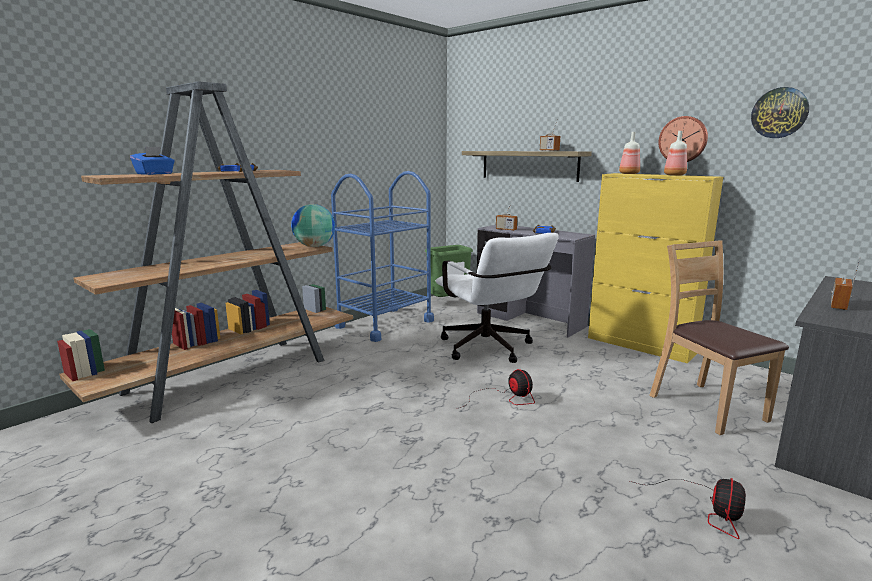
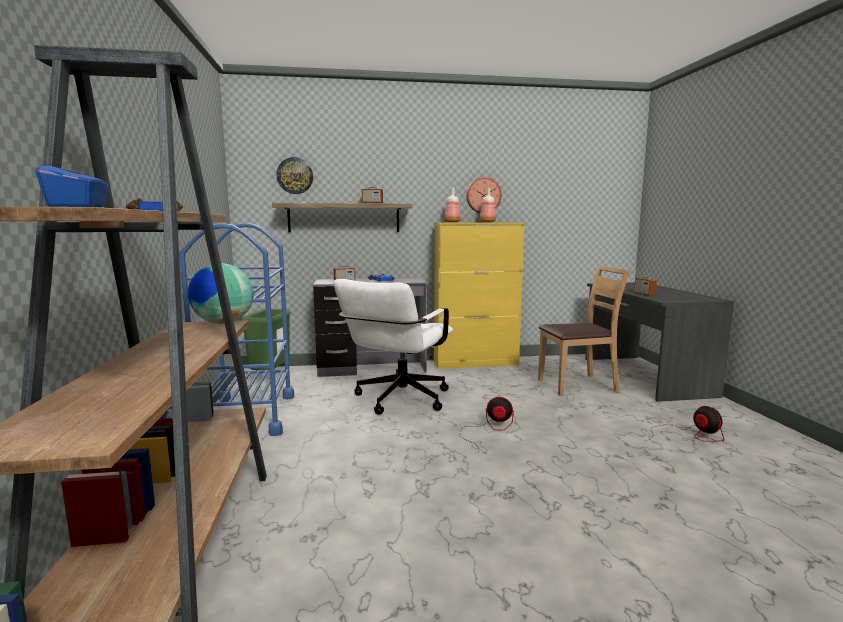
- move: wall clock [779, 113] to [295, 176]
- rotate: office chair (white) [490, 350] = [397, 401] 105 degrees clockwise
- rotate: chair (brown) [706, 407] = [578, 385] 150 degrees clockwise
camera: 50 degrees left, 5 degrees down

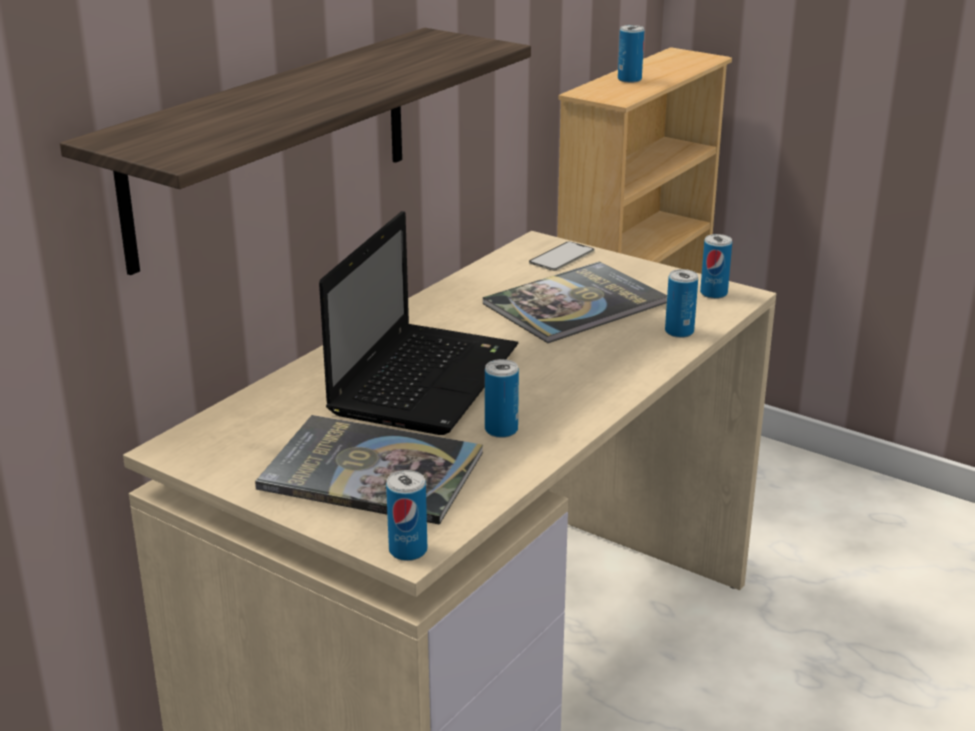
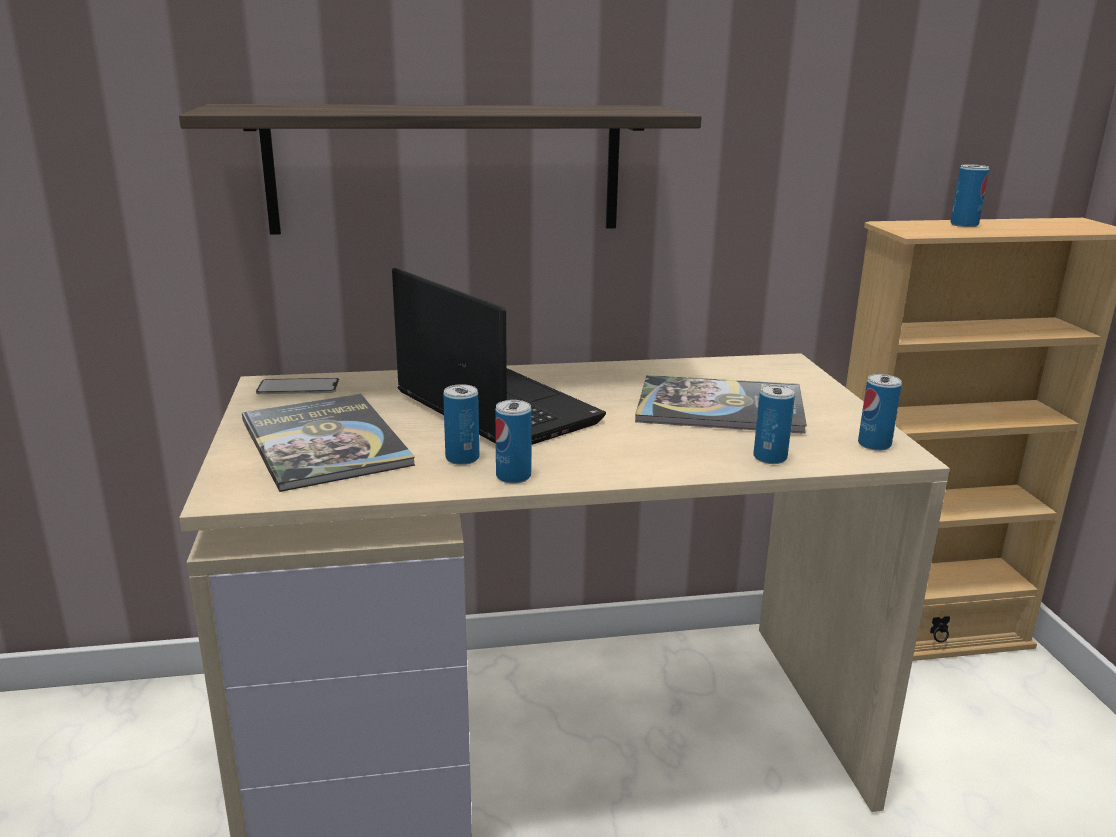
- move: can [408, 550] to [513, 476]
- move: phone [562, 257] to [298, 387]
- rotate: laptop [425, 379] = [493, 408] 105 degrees counterclockwise
camera: 45 degrees right, 5 degrees down

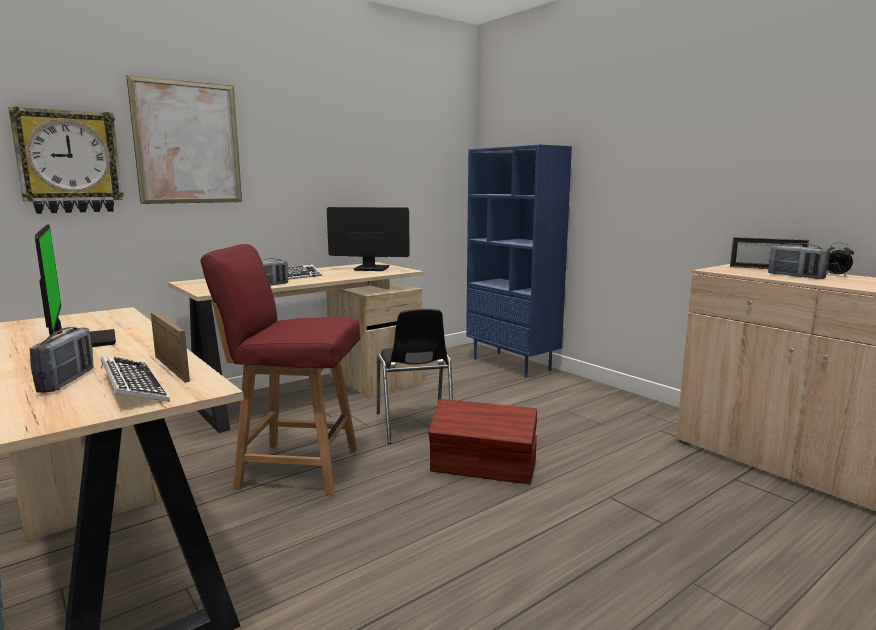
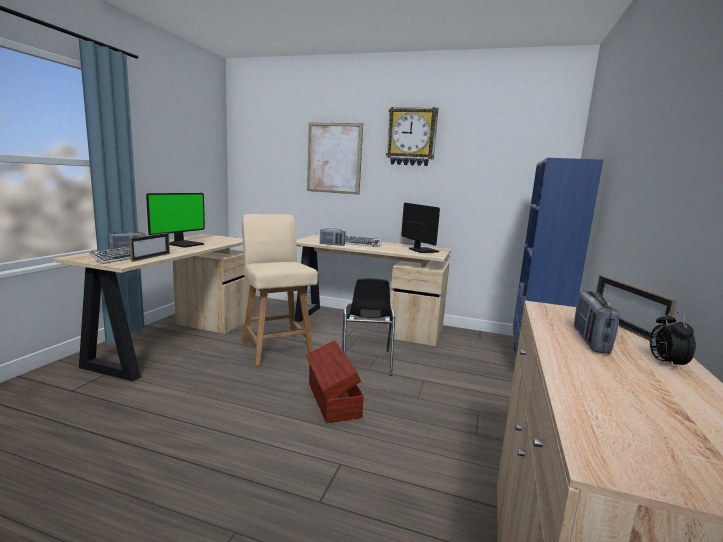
- move: wall clock [69, 162] to [411, 137]
- recolor: chair (red) [296, 468] to chair (beige) [276, 348]
- rotate: chair (black) [414, 425] = [365, 362] 45 degrees counterclockwise
camera: 55 degrees right, 0 degrees up

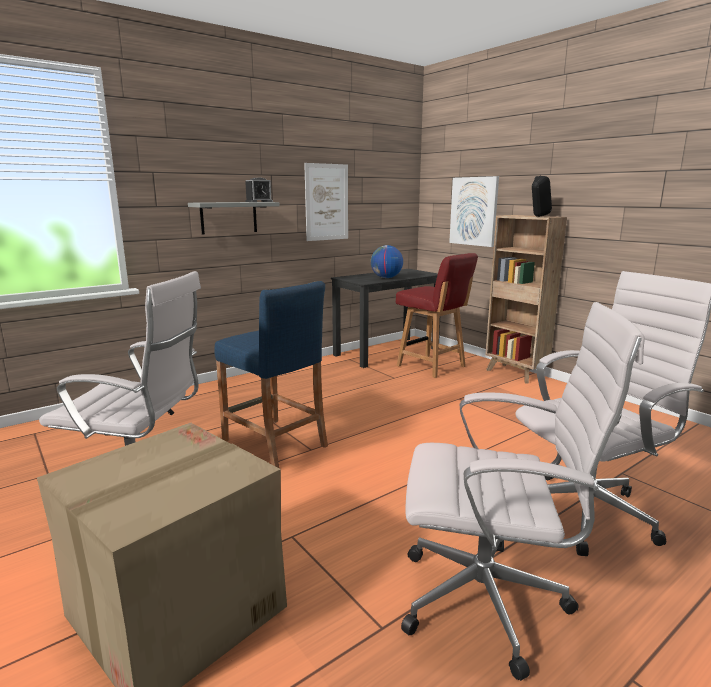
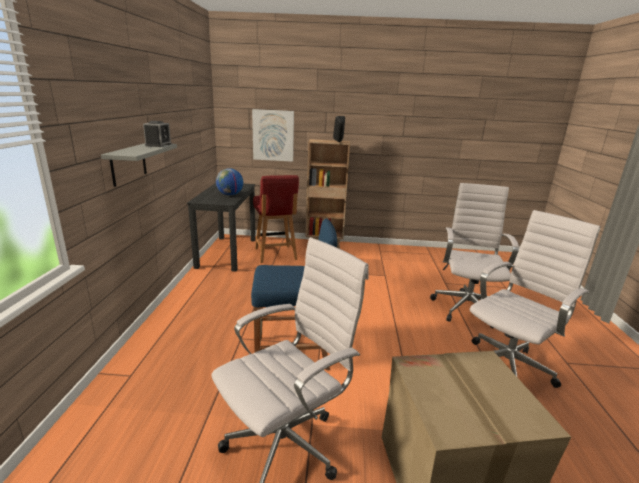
- delete: picture [327, 202]
- rotate: chair (red) [432, 366] = [275, 254] 75 degrees clockwise
camera: 50 degrees left, 5 degrees up

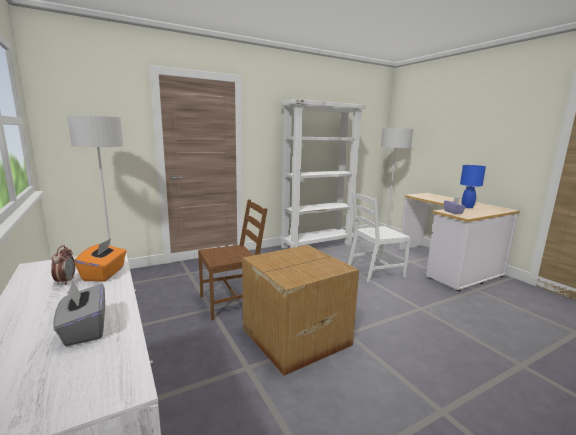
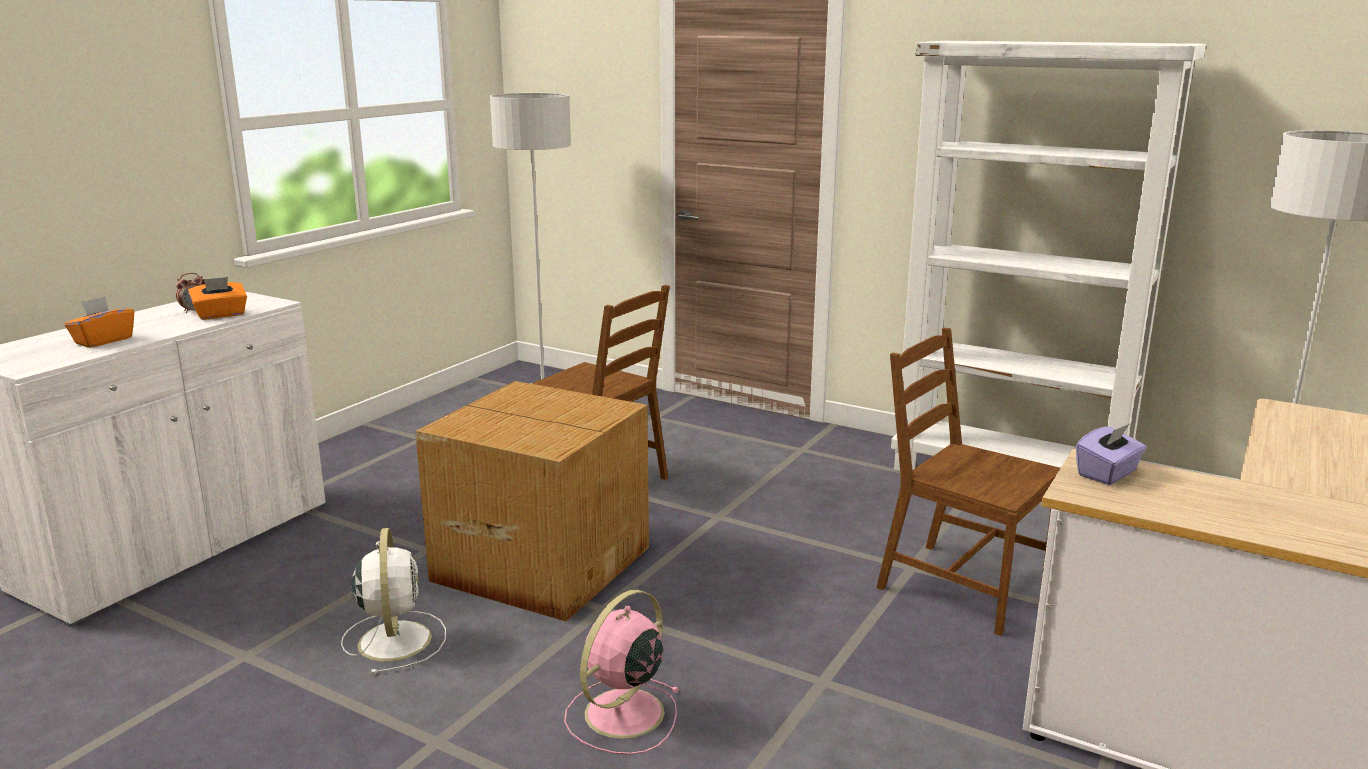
- delete: table lamp (blue) [467, 207]
- insert: fan (white) [395, 639]
- insert: fan (pink) [622, 715]
- recolor: tissue box (grey) [84, 329] to tissue box (orange) [103, 341]
- recolor: chair (white) [374, 272] to chair (brown) [960, 586]
camera: 60 degrees right, 5 degrees up

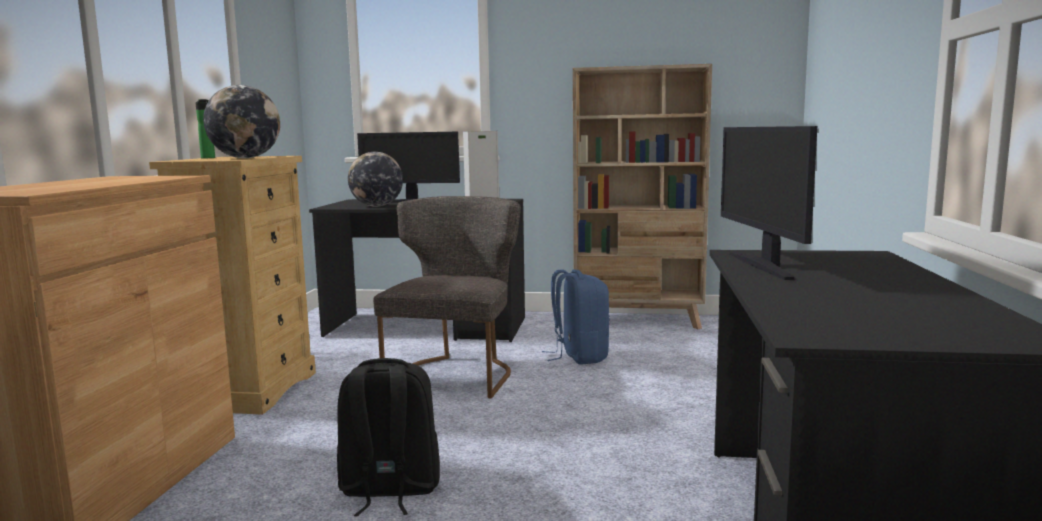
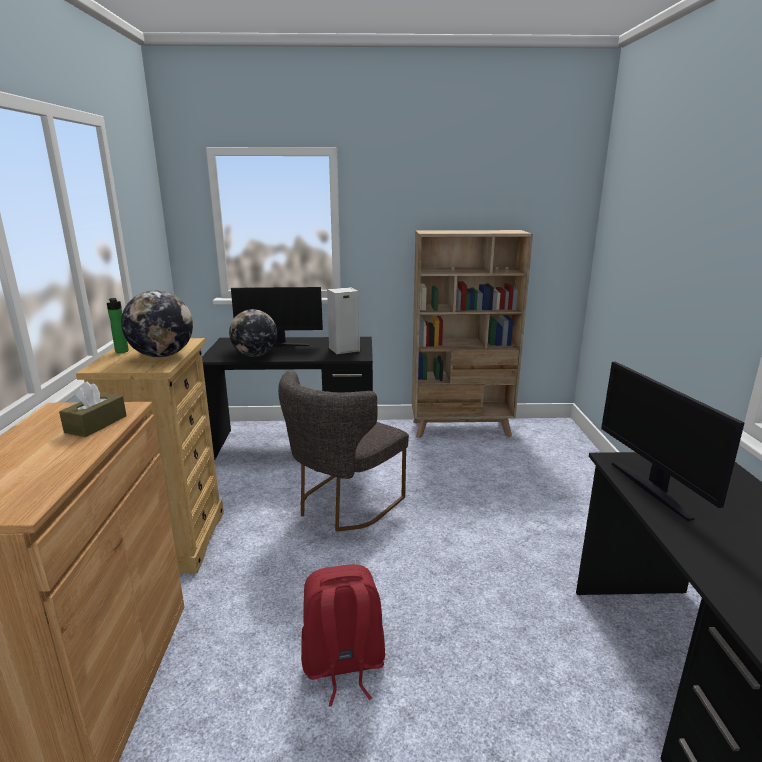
- delete: backpack (blue) [579, 356]
- insert: tissue box (brown) [96, 424]
- recolor: backpack (black) [389, 490] to backpack (red) [343, 665]
- rotate: chair (grey) [456, 373] = [343, 505] 150 degrees counterclockwise
camera: 10 degrees left, 10 degrees up

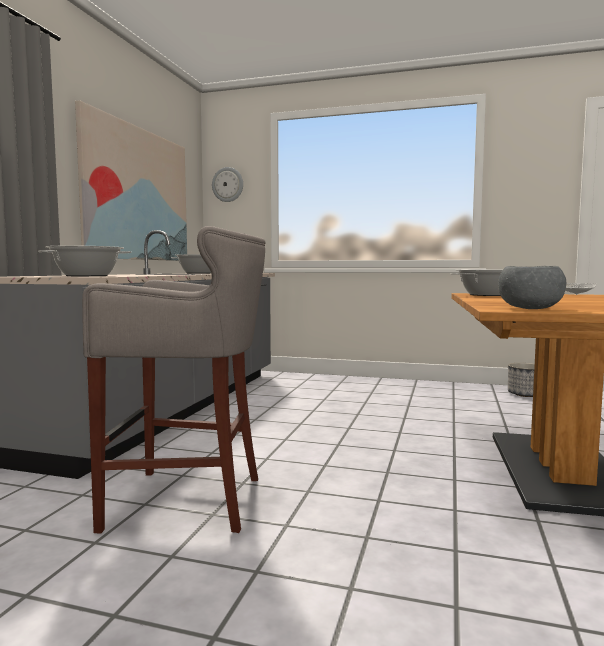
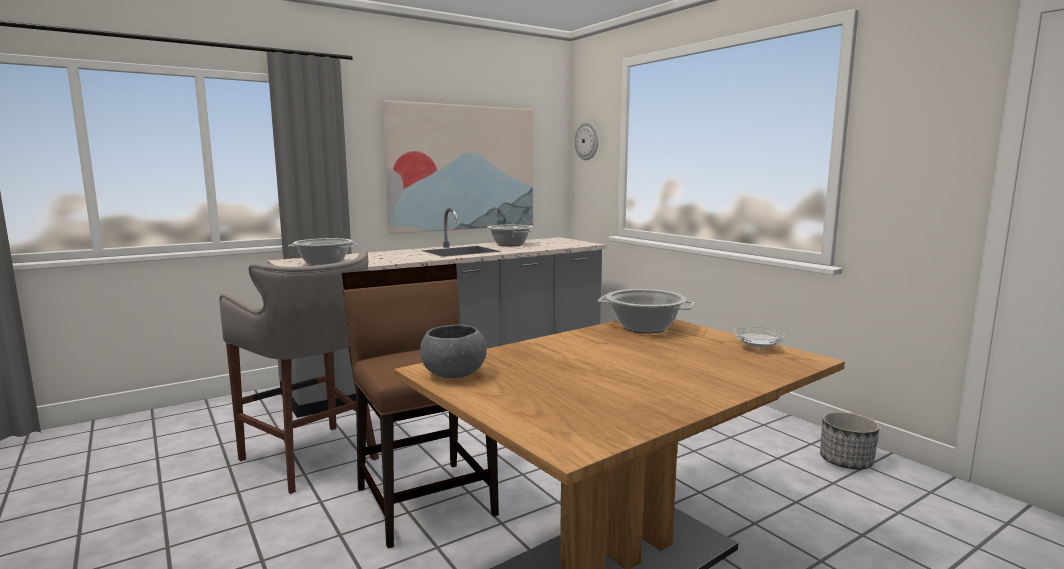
- insert: chair (brown) [426, 500]
camera: 40 degrees right, 5 degrees up

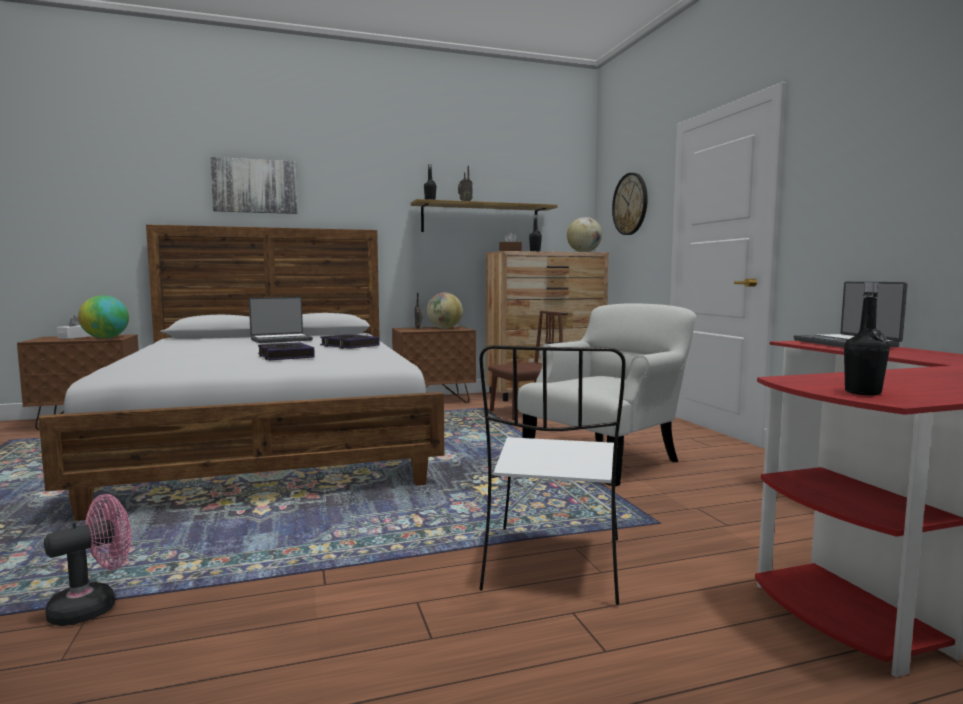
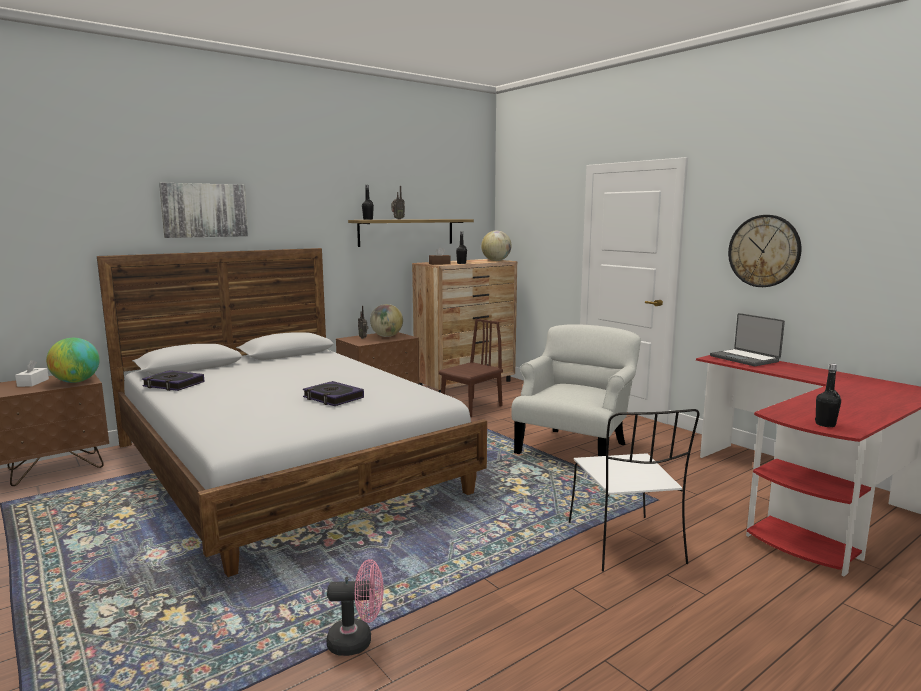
- delete: laptop [281, 340]
- move: book [349, 346] to [173, 384]
- move: wall clock [630, 204] to [764, 251]
- rotate: fan (pink) [94, 606] = [357, 641] 60 degrees clockwise
camera: 20 degrees left, 5 degrees up

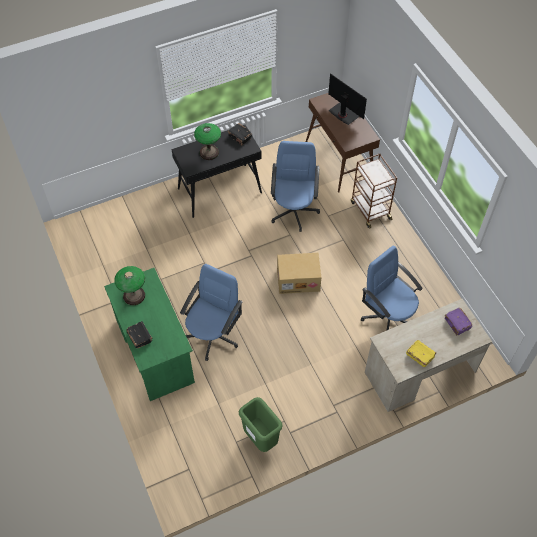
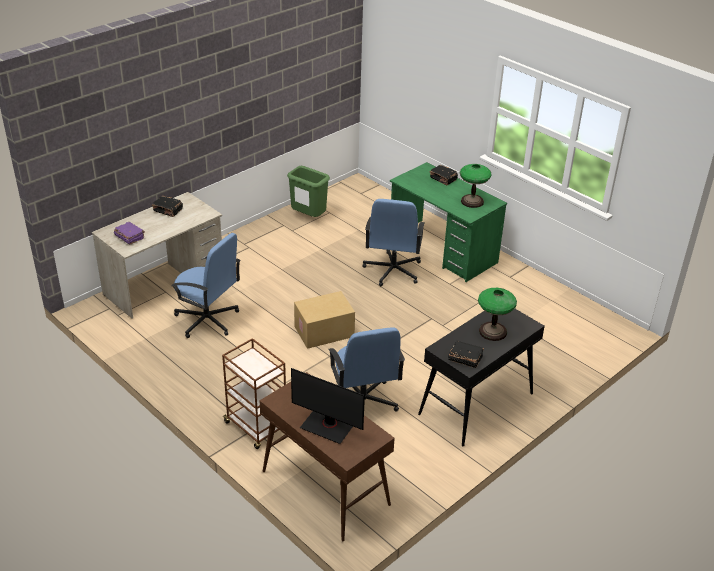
- recolor: book (yellow) [419, 355] to book (black) [168, 210]
camera: 160 degrees right, 20 degrees down

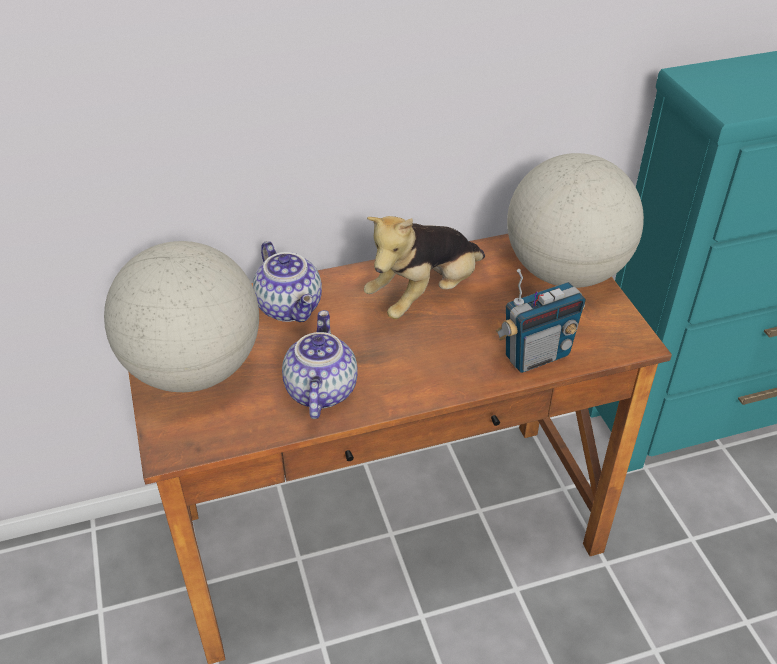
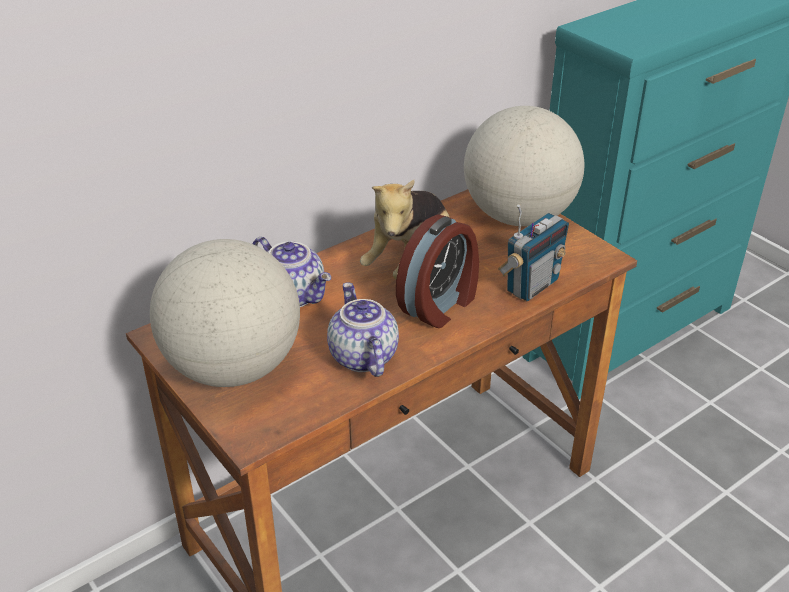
- insert: alarm clock [440, 305]
camera: 20 degrees left, 5 degrees down

